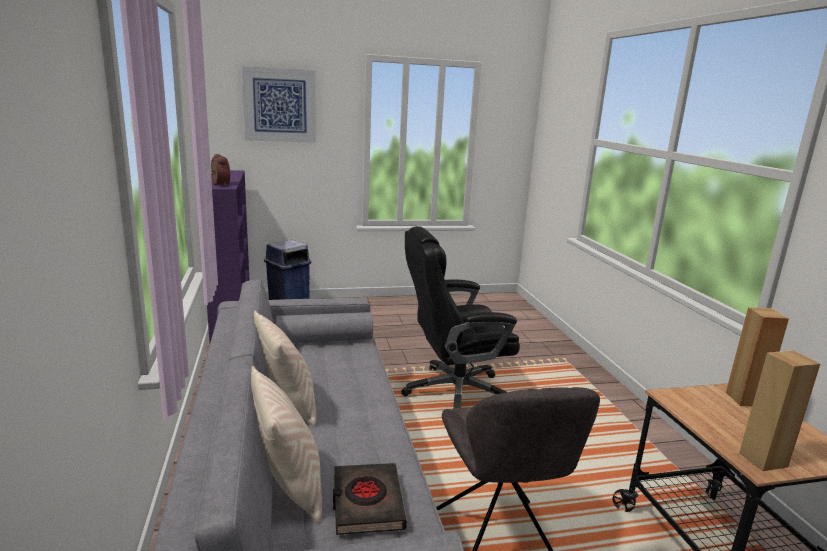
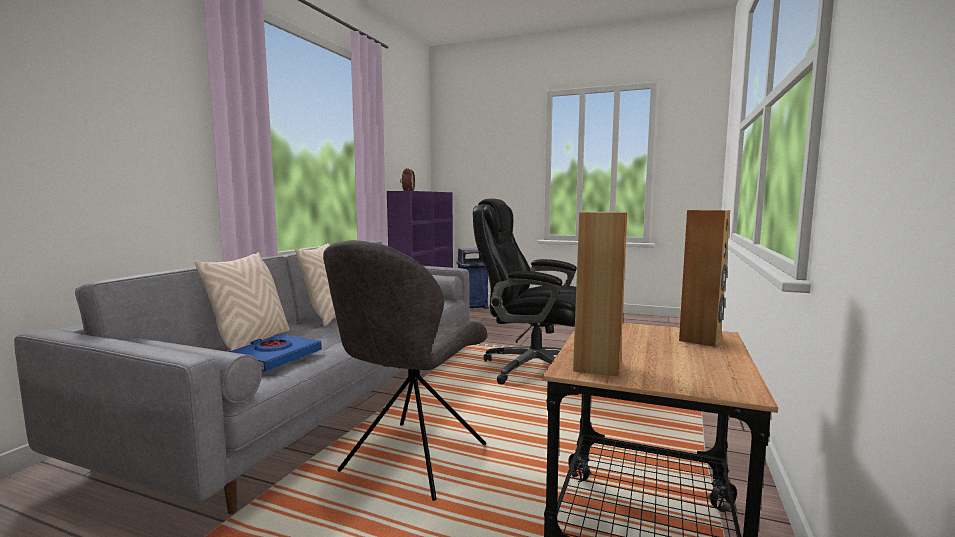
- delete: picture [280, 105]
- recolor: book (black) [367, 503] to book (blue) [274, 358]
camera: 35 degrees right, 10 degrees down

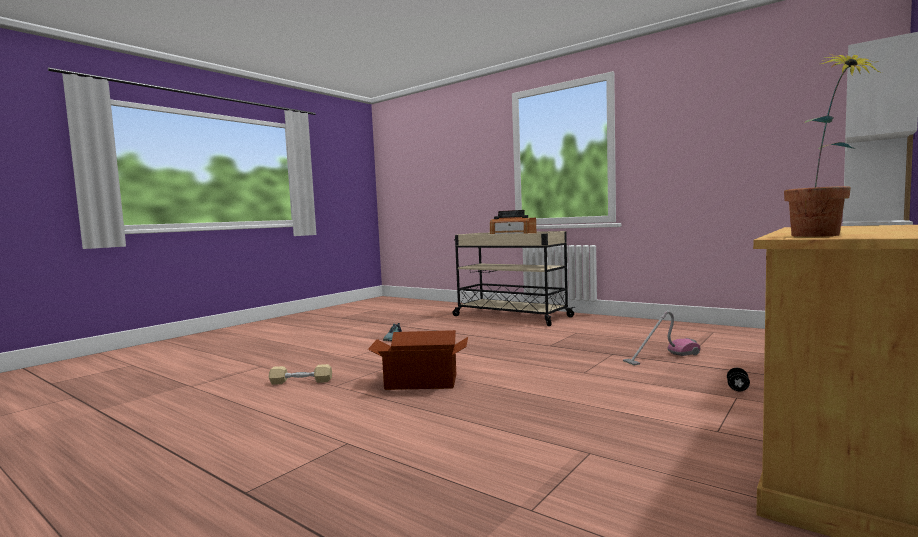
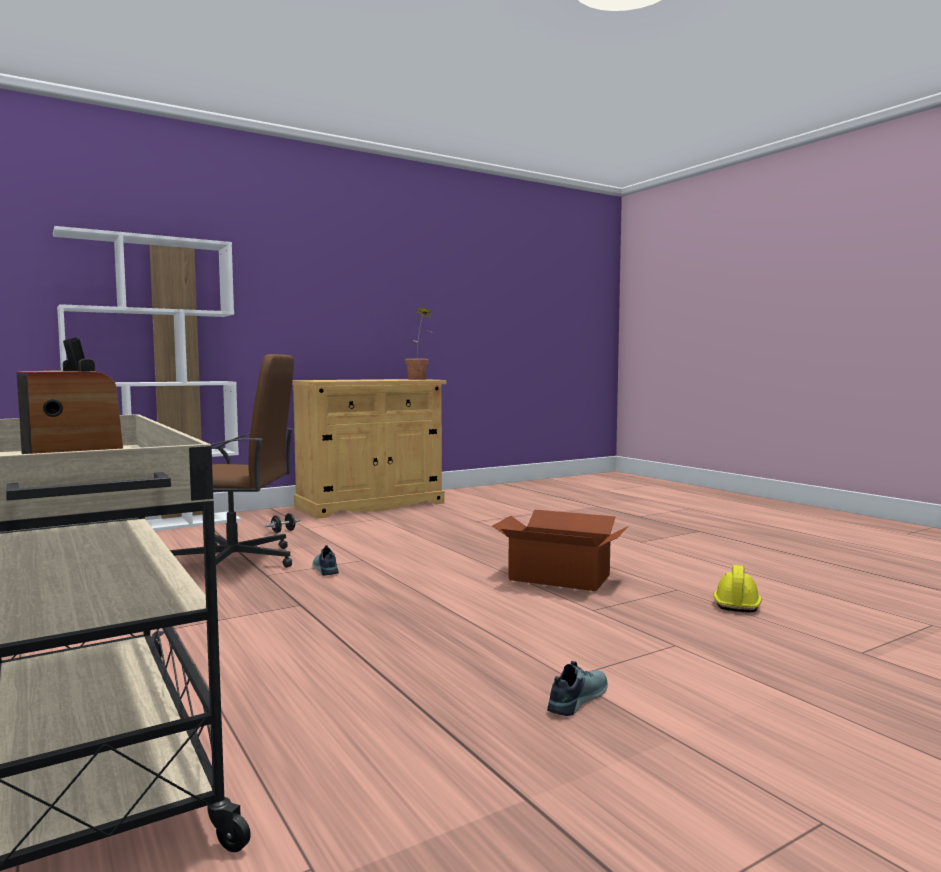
- insert: shoe [324, 569]
- replace: dumbbell (beige) [301, 382] to hard hat (yellow) [736, 603]
- replace: vacuum cleaner [661, 357] to office chair (brown) [235, 561]
camera: 160 degrees left, 0 degrees up

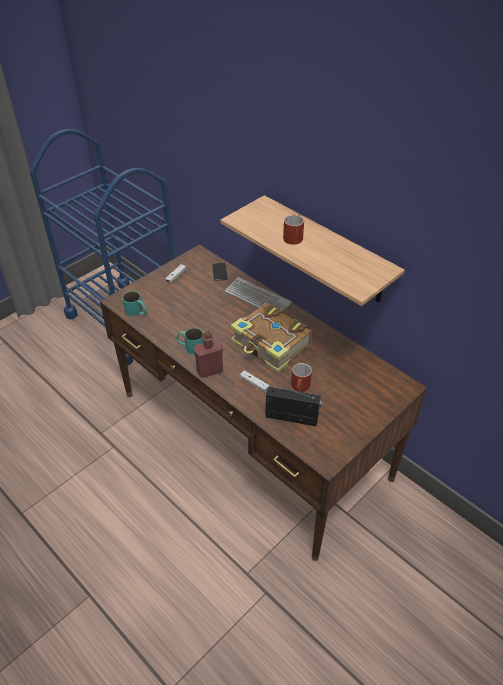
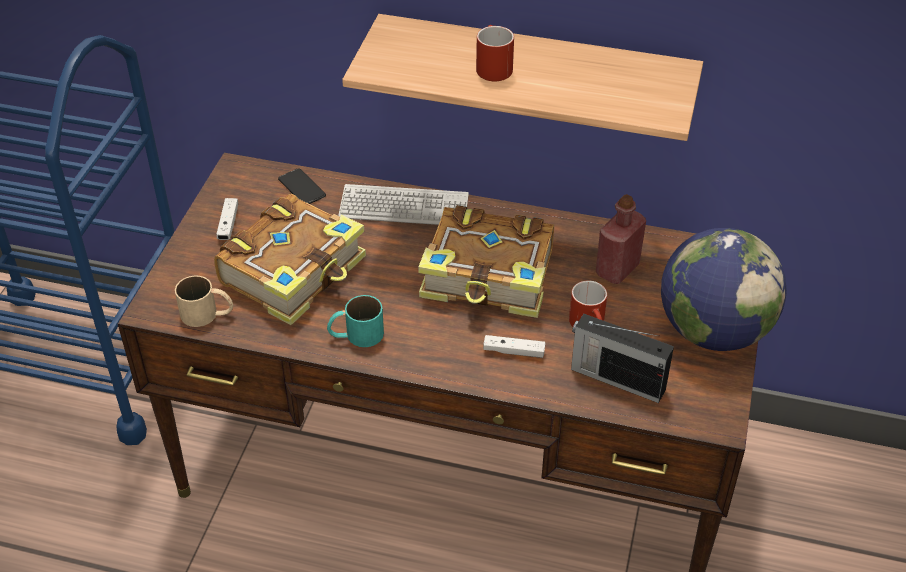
- insert: book [295, 271]
- insert: globe [713, 331]
- move: bottle (red) [209, 370] to [617, 269]
- recolor: mug (turquoise) [137, 312] to mug (beige) [208, 314]
- rotate: radio [292, 418] = [616, 378] 135 degrees counterclockwise
camera: 30 degrees left, 0 degrees up

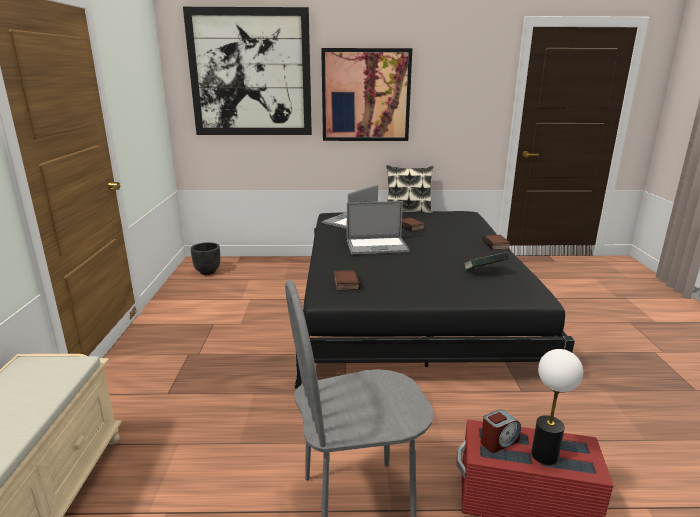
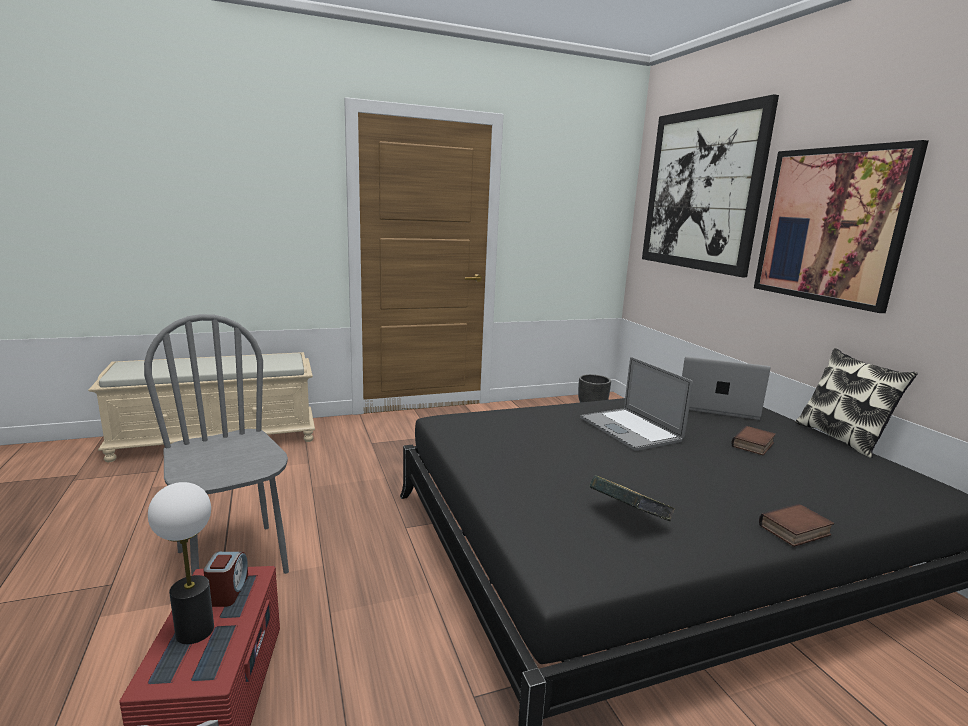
- delete: book [345, 283]
- rotate: alarm clock [498, 441] = [228, 591] 135 degrees counterclockwise
camera: 70 degrees right, 5 degrees down

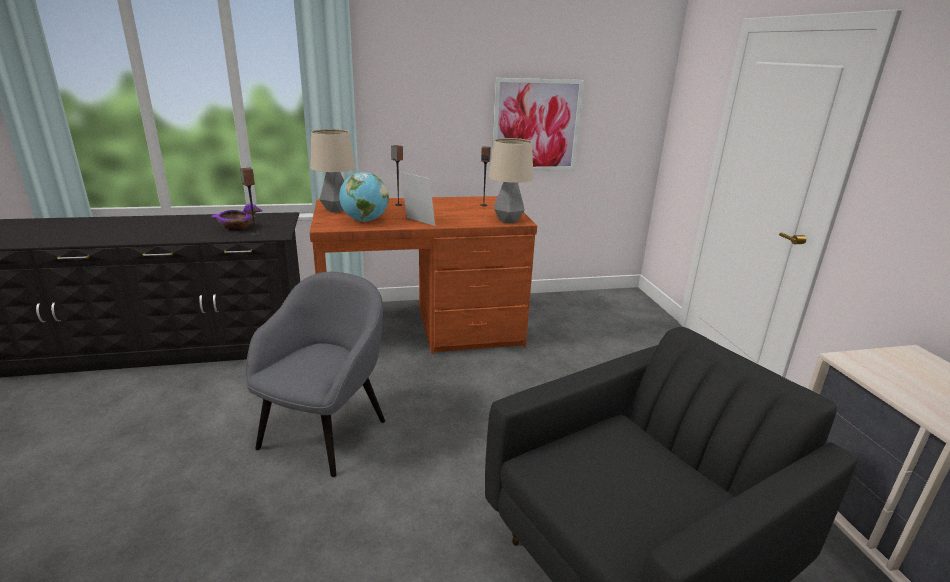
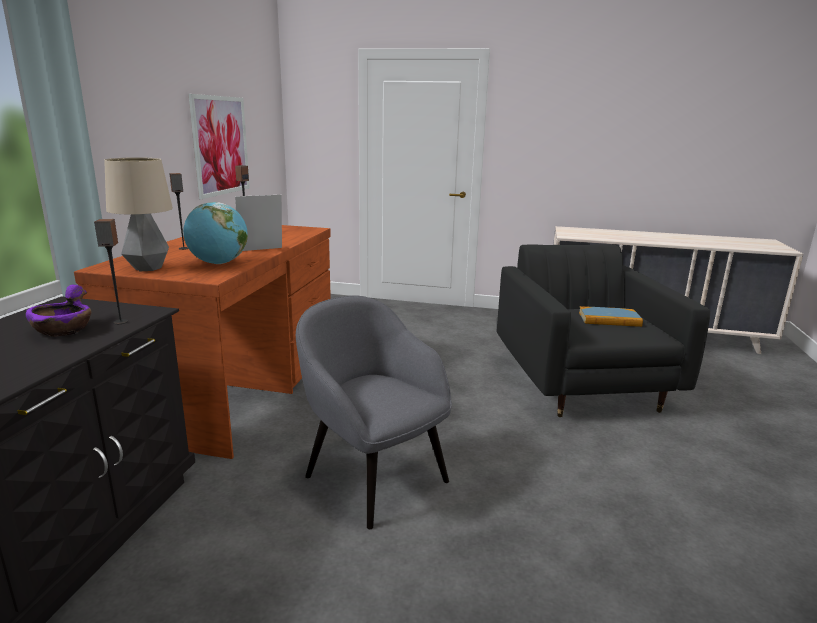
- delete: table lamp [508, 220]
- insert: book [609, 319]
camera: 65 degrees left, 5 degrees down

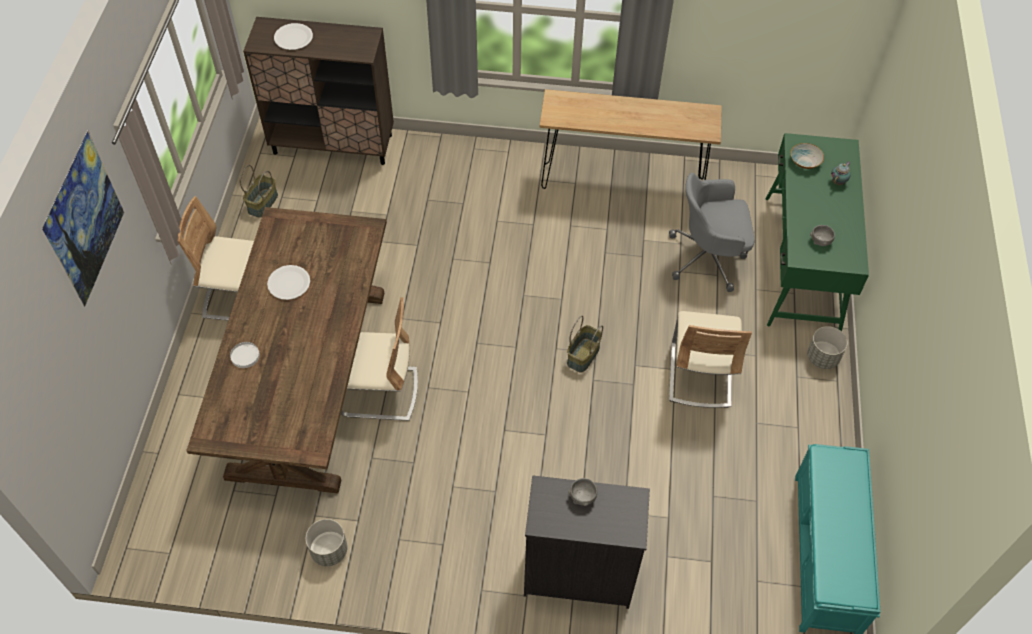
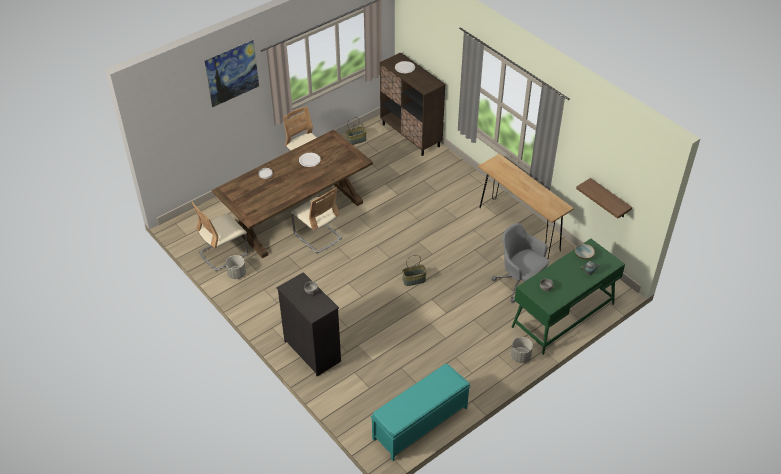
- insert: shelf [609, 199]
- move: chair (beige) [700, 375] to [223, 253]
camera: 45 degrees right, 10 degrees down

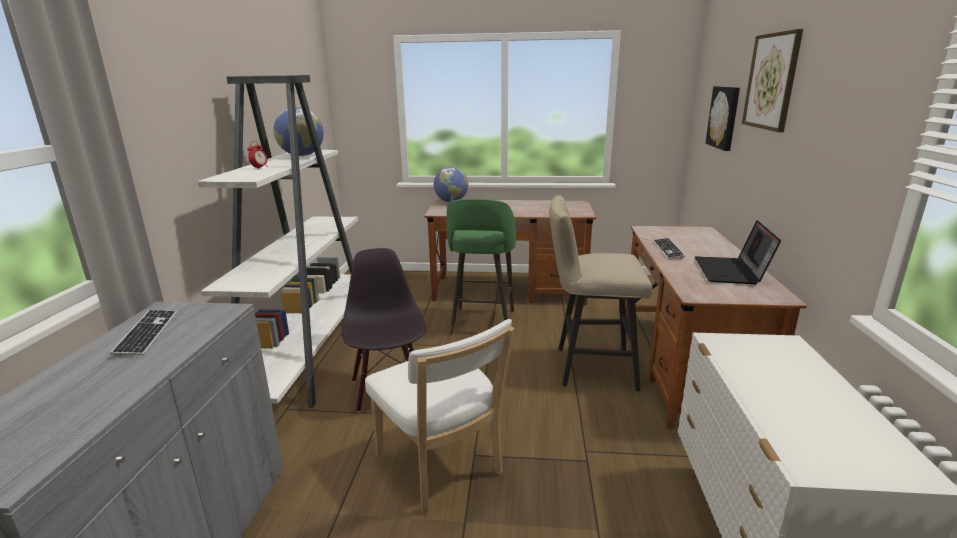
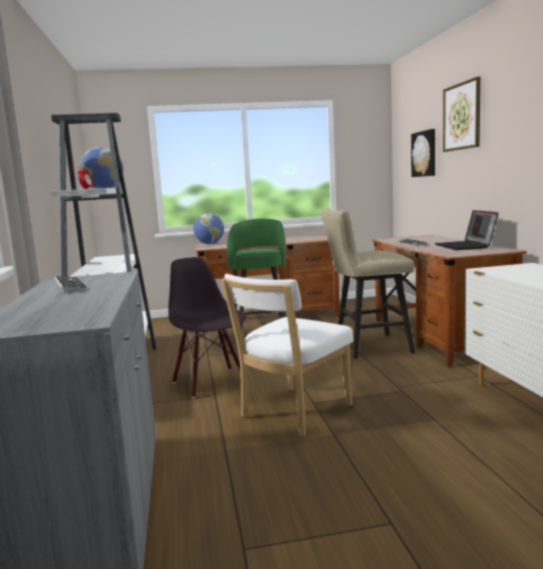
- rotate: chair (white) [442, 468] = [293, 413] 90 degrees clockwise
camera: 15 degrees left, 10 degrees down

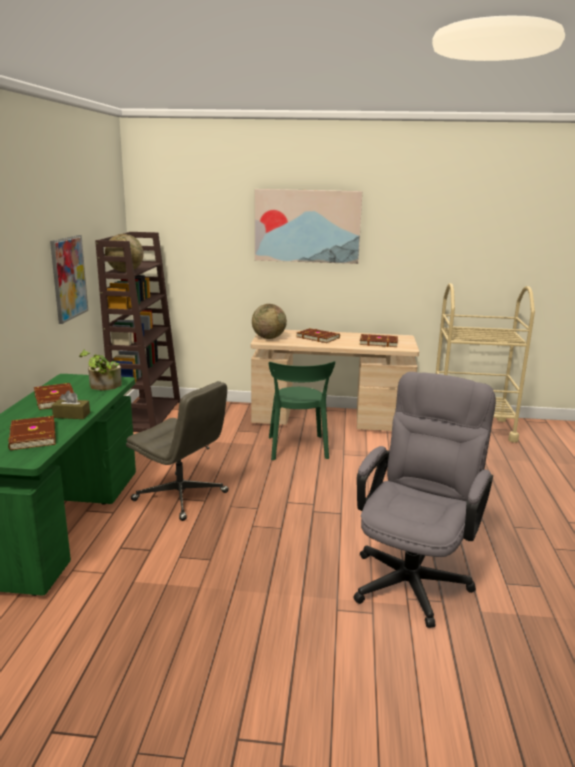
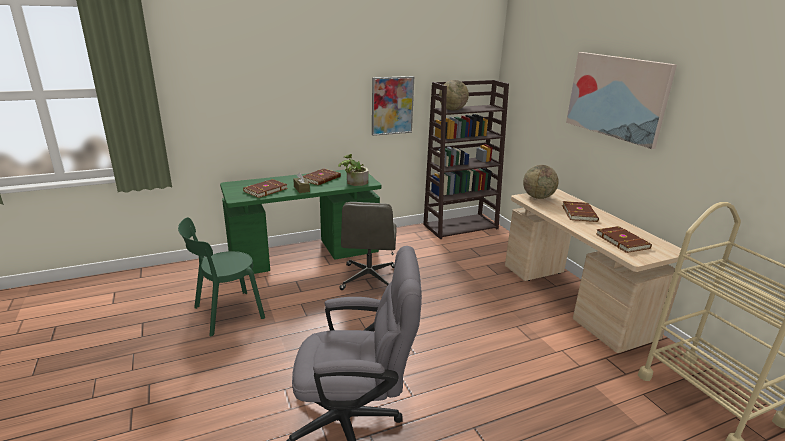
- move: chair (green) [297, 449] to [225, 314]
camera: 60 degrees right, 5 degrees up

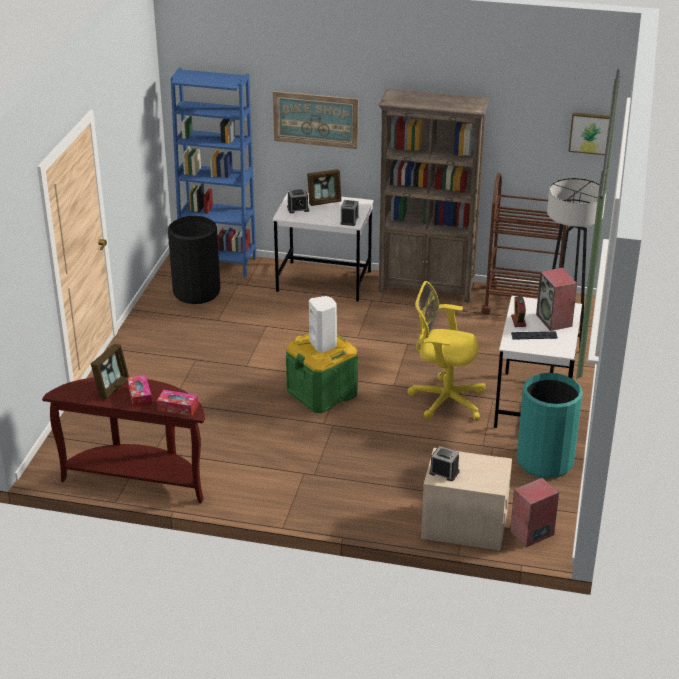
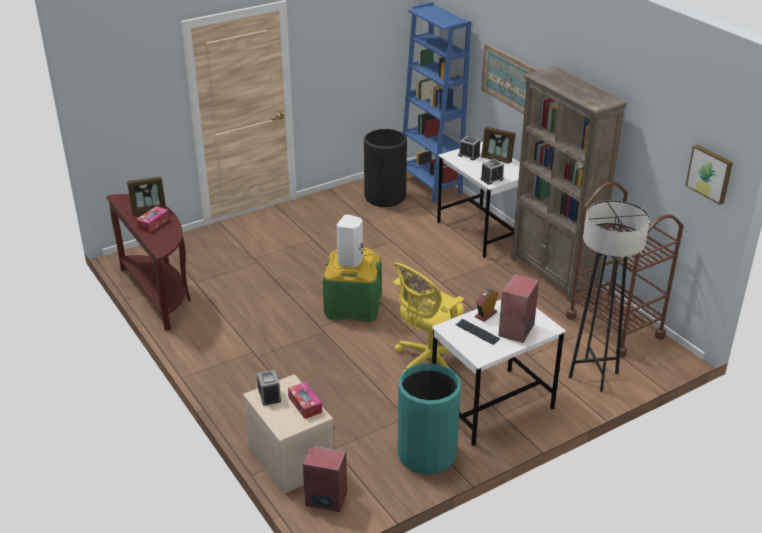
- move: tissue box [178, 407] to [305, 405]
- rotate: office chair (yellow) [444, 399] = [429, 361] 105 degrees counterclockwise
camera: 45 degrees right, 0 degrees up

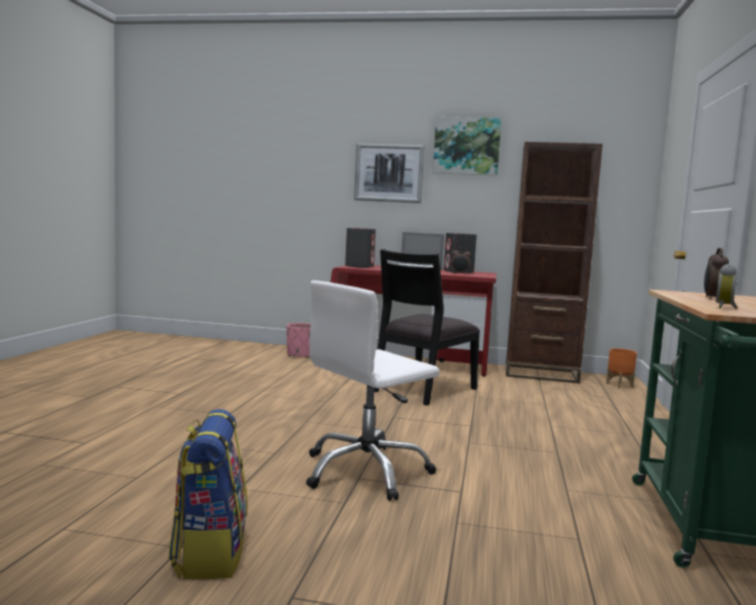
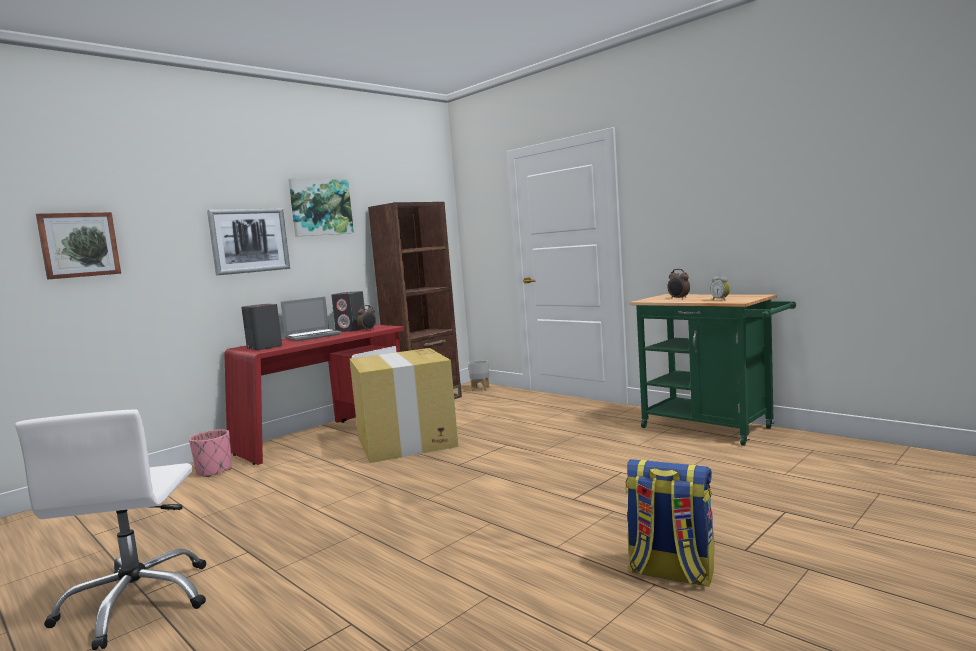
- insert: picture [79, 245]
- move: office chair (white) [366, 472] to [137, 603]
- replace: chair (black) [423, 389] to cardboard box [406, 442]
- recolor: planter (orange) [619, 385] to planter (grey) [480, 389]
camera: 55 degrees left, 0 degrees up

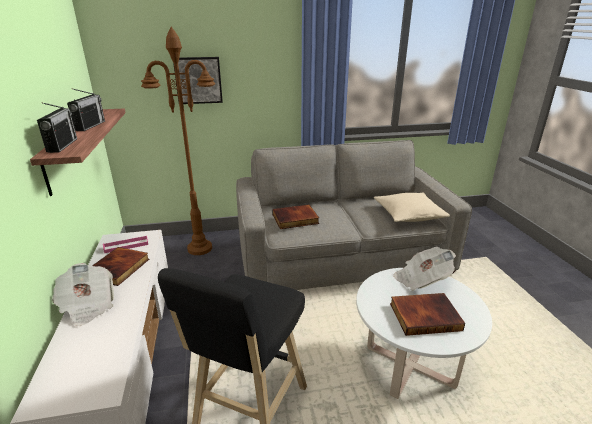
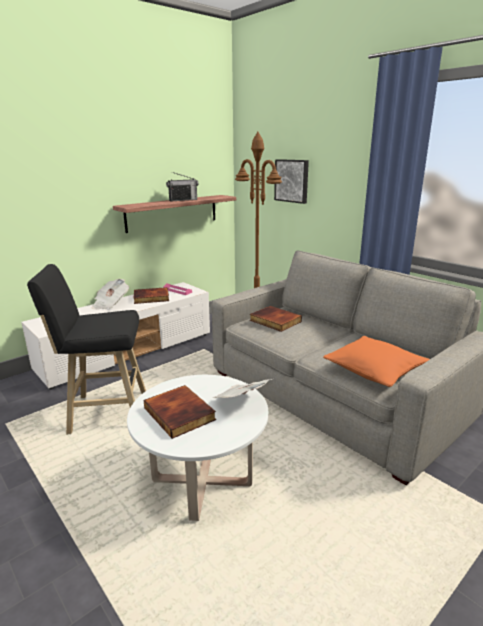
- delete: radio [62, 145]
- recolor: pillow (beige) [408, 215] to pillow (orange) [374, 371]
camera: 60 degrees right, 5 degrees down

